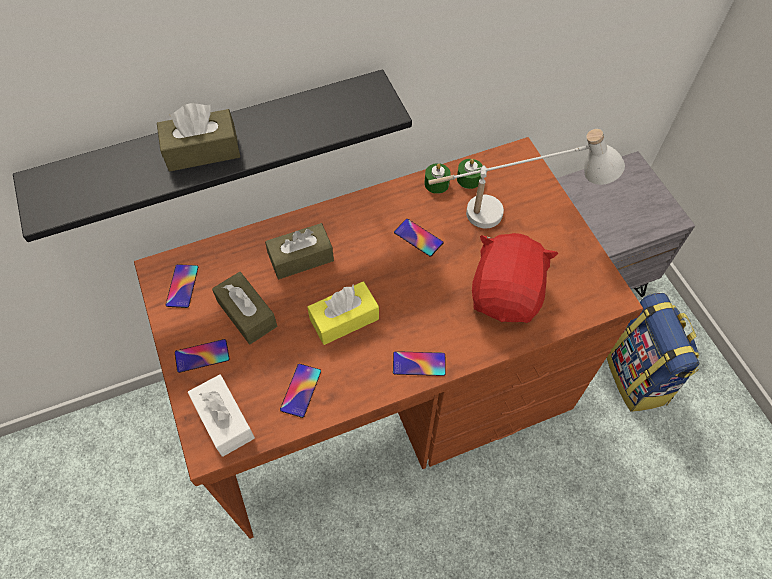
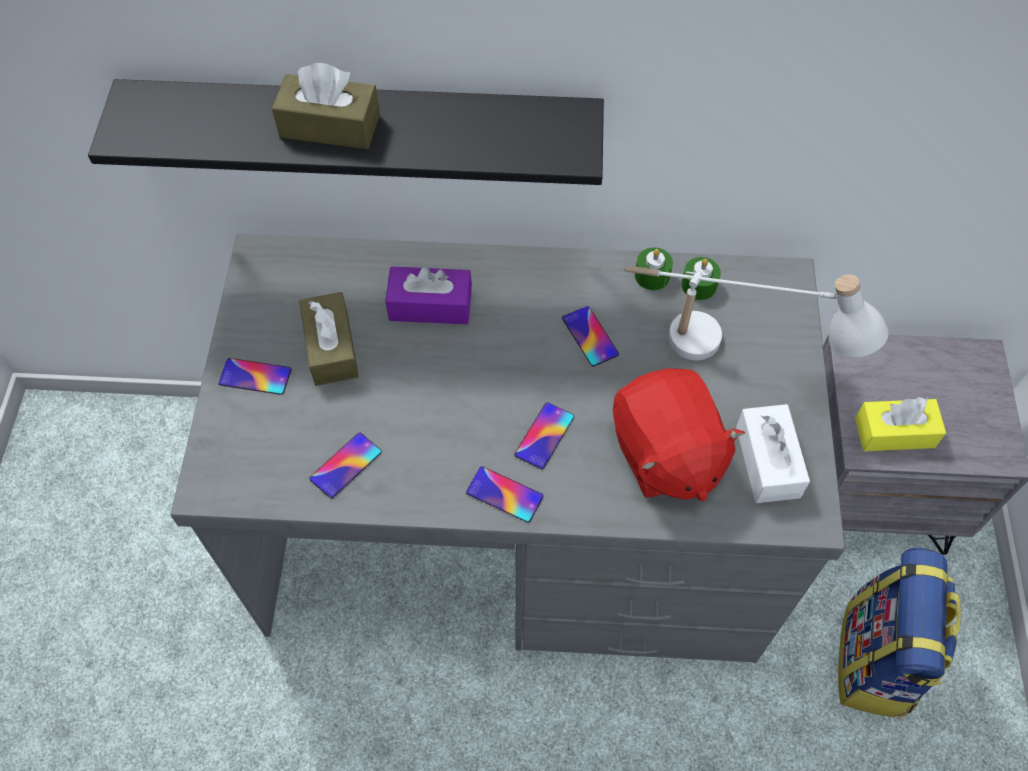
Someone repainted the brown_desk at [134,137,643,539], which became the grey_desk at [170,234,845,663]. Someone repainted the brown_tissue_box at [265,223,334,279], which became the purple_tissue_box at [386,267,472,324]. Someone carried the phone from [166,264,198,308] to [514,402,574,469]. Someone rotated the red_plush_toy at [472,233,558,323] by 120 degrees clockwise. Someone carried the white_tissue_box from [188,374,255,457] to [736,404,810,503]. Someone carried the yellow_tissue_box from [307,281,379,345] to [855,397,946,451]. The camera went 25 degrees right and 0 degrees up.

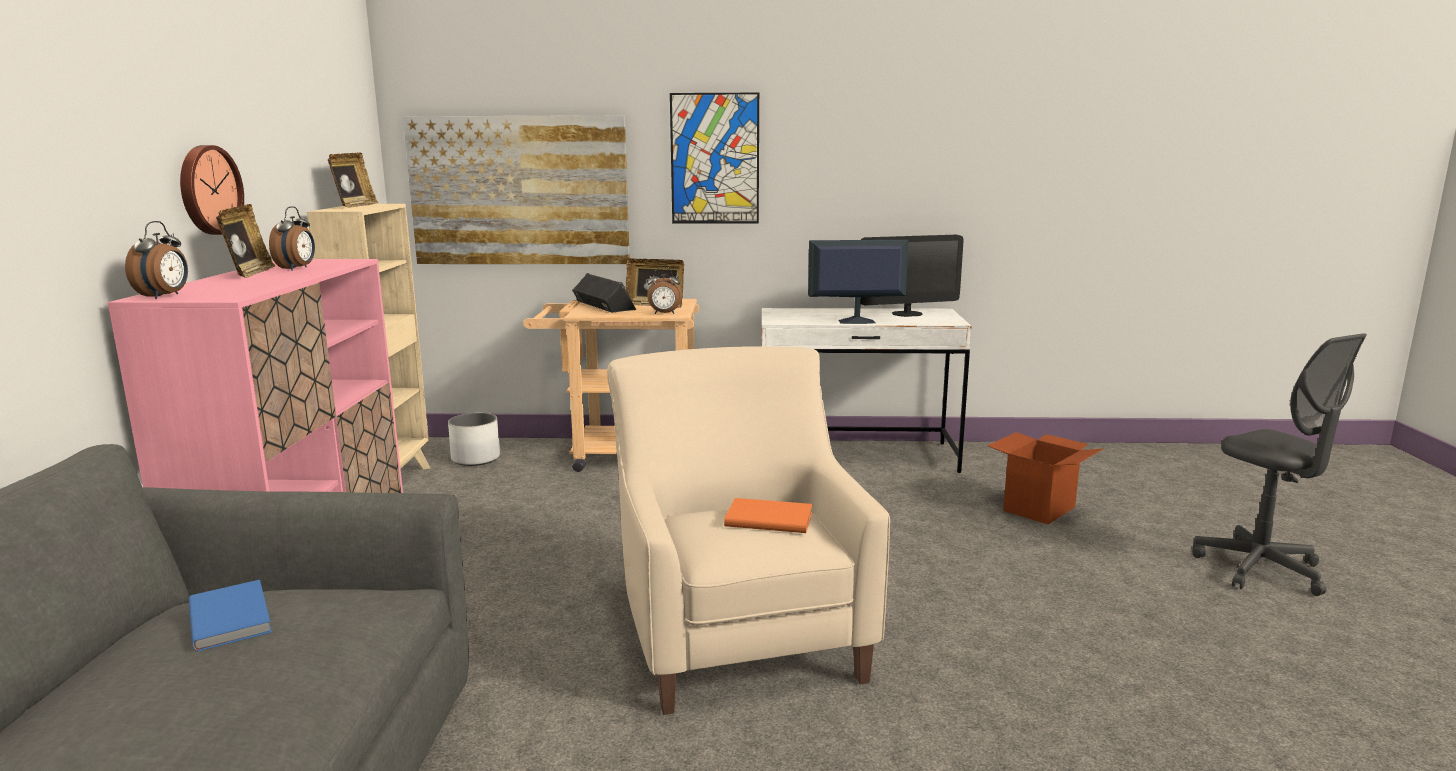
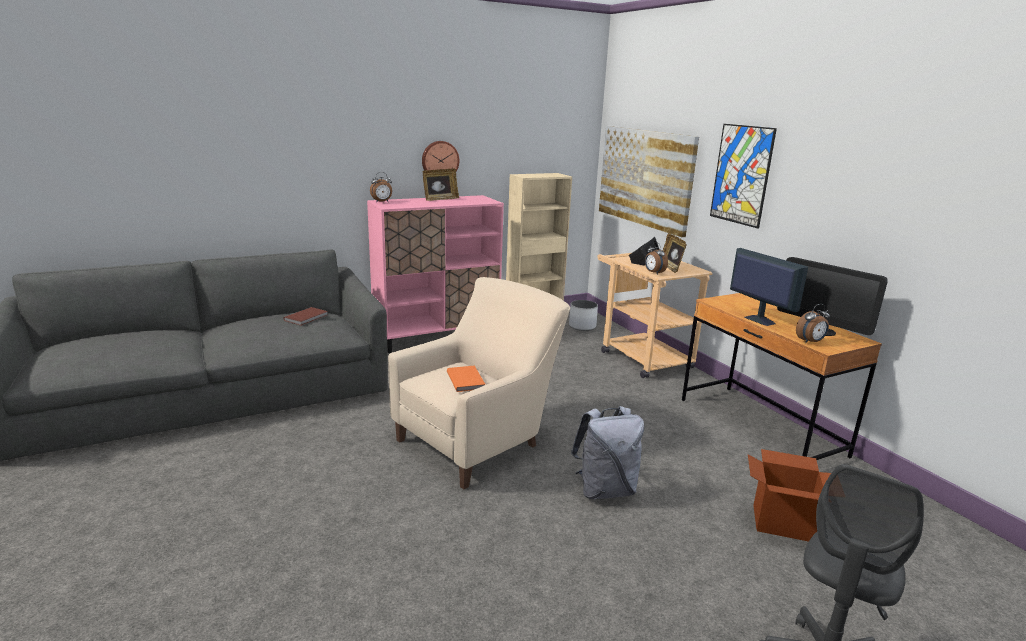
Someone repainted the blue_book at [188,580,272,652], which became the brown_book at [284,307,328,326]. Someone put down the grey_backpack at [571,406,644,499]. Someone repainted the white_desk at [761,308,972,473], which became the brown_desk at [682,293,882,460]. Someone carried the alarm_clock from [269,206,315,271] to [796,304,830,343]. Someone took away the picture_frame at [328,153,378,208]. The camera went 60 degrees right and 5 degrees up.

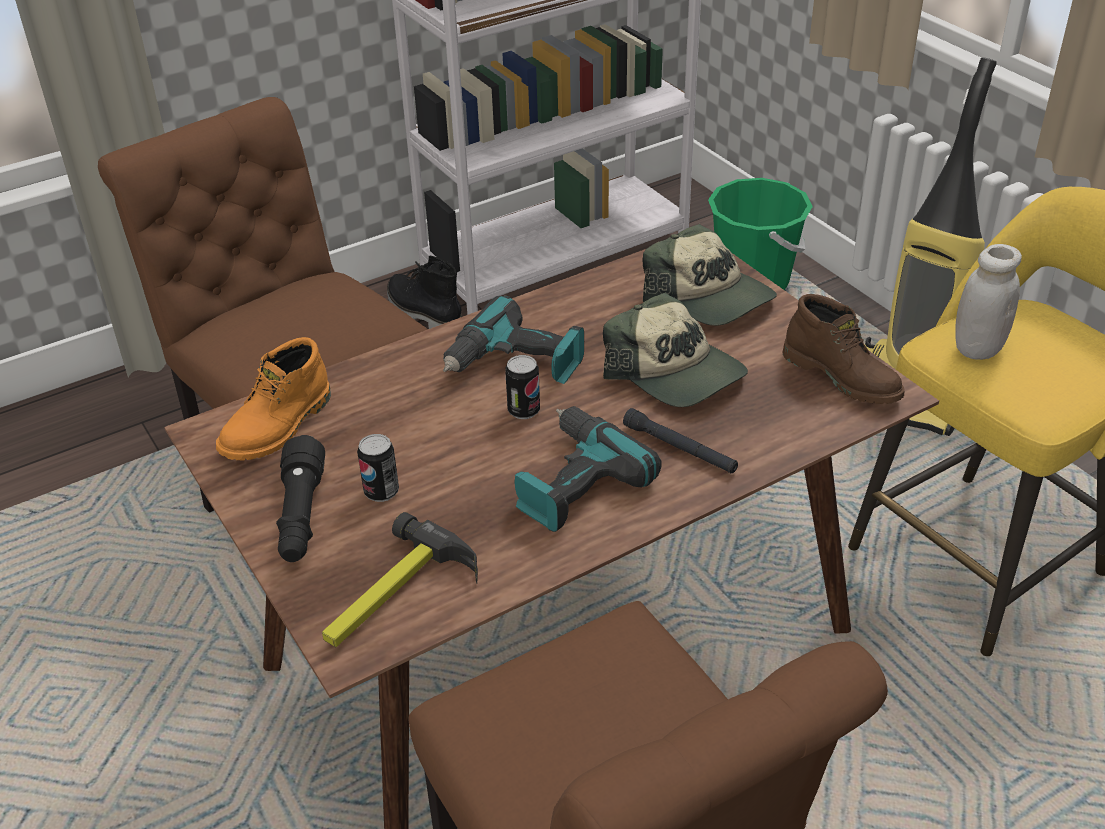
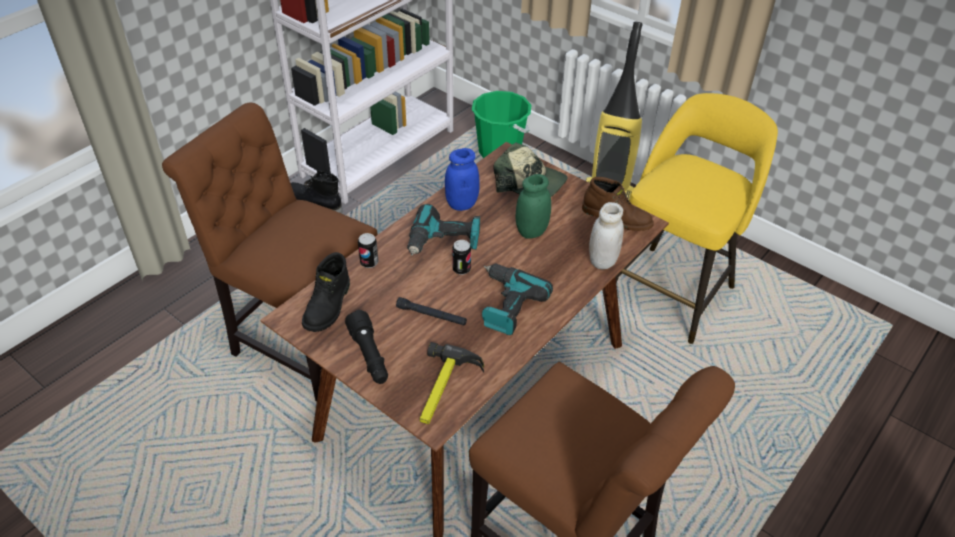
Someone repainted the orange_boot at [216,337,331,460], which became the black_boot at [302,252,350,332]. Someone carried the can from [357,434,399,502] to [358,233,378,268]. Someone carried the black_flashlight from [623,408,738,473] to [396,297,467,326]. Someone put down the blue_jar at [445,148,480,211]. Someone swapped the cap at [603,292,748,407] for the green_jar at [515,174,551,239]. Someone carried the white_jar from [955,244,1022,360] to [589,202,624,269]. The camera went 20 degrees left and 5 degrees up.

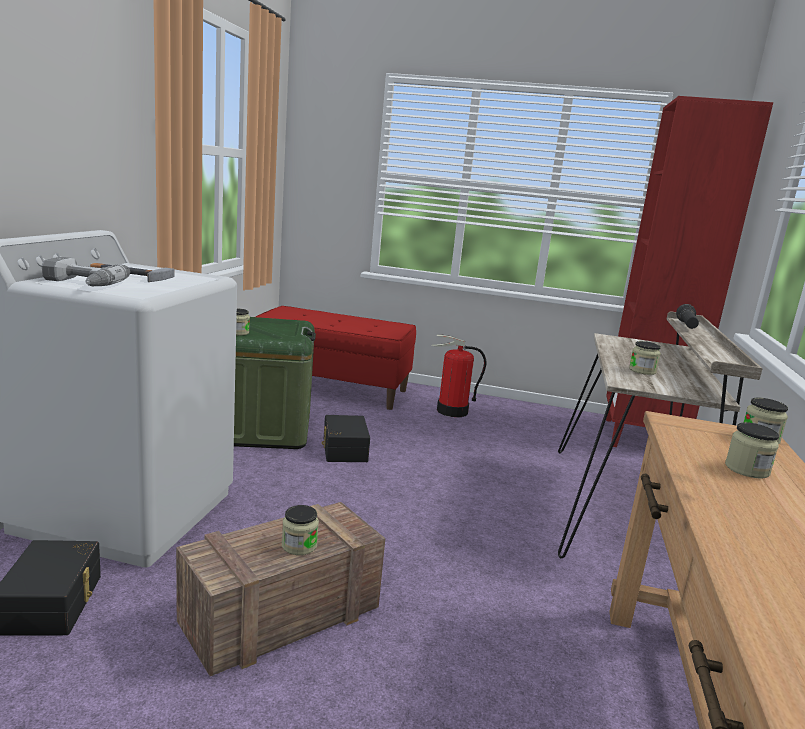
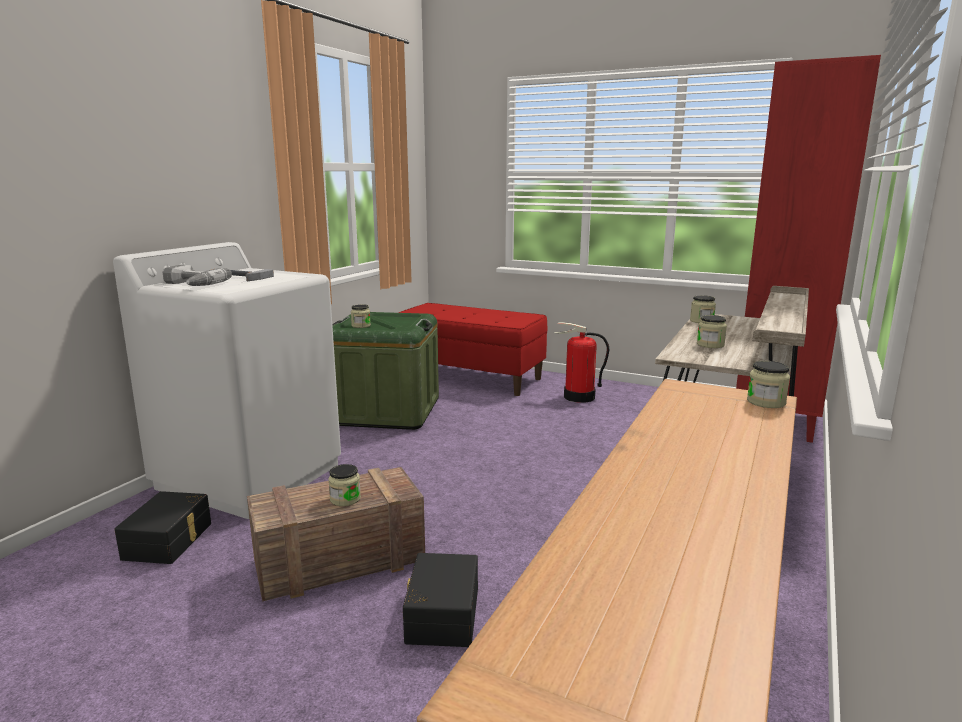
Someone carried the black_storage_box from [322,415,370,462] to [403,553,478,647]. Someone carried the jar from [725,422,779,478] to [690,295,716,323]. Someone took away the black_flashlight at [676,304,699,329]. The camera went 15 degrees right and 0 degrees up.

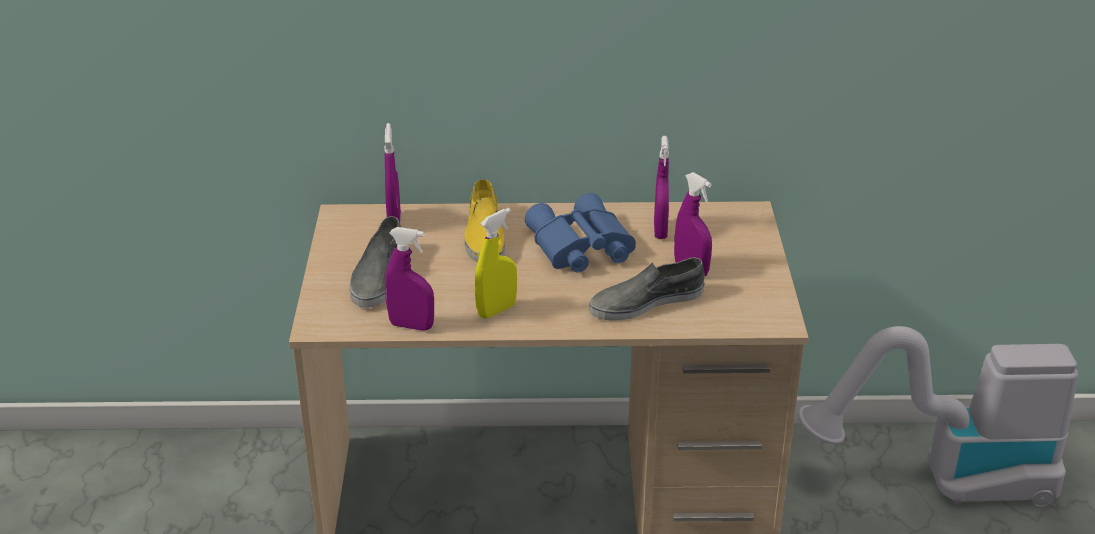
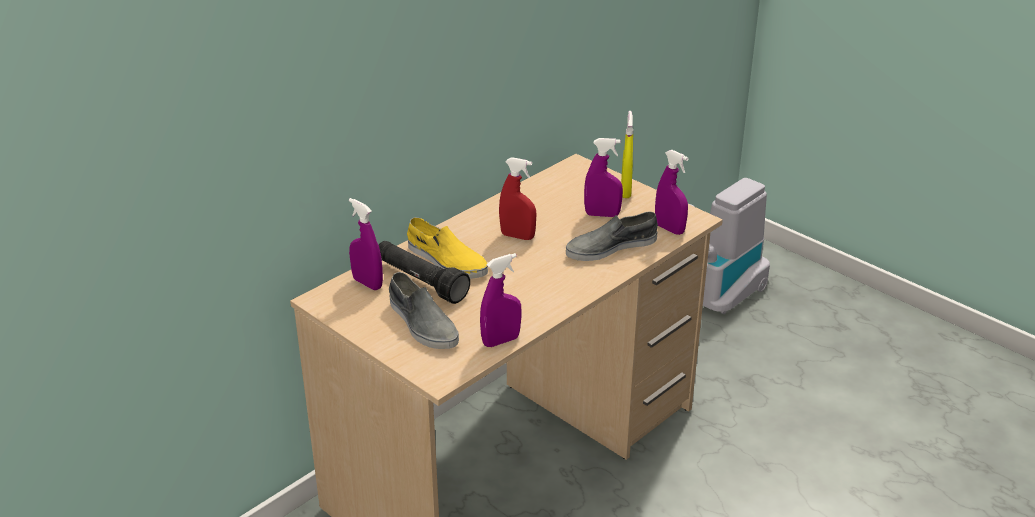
Someone put down the black_flashlight at [379,241,470,304]. Someone swapped the blue_binoculars at [525,193,636,272] for the red_spray_bottle at [499,157,536,240]. Someone rotated the grey_shoe at [589,257,705,321] by 45 degrees clockwise. Someone carried the yellow_spray_bottle from [475,208,517,319] to [621,111,633,198]. Someone carried the purple_spray_bottle from [654,136,669,239] to [655,150,689,235]. The camera went 45 degrees left and 0 degrees up.

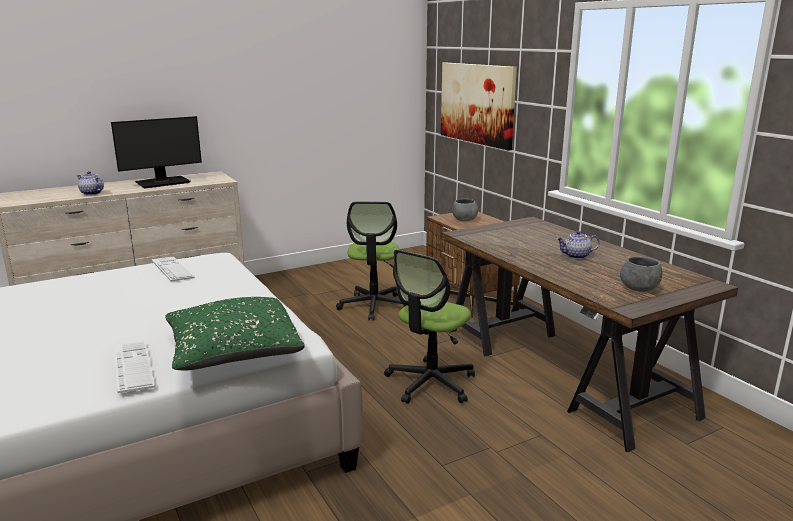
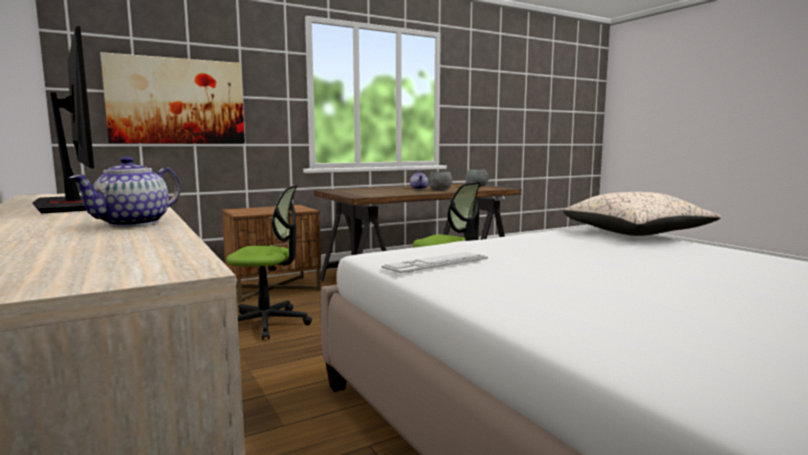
Someone carried the grey_bowl from [452,199,478,221] to [428,171,452,191]. Someone repainted the green_pillow at [165,297,305,371], which became the beige_pillow at [563,192,721,236]. Someone took away the keyboard at [113,341,155,393]. The camera went 90 degrees left and 10 degrees down.

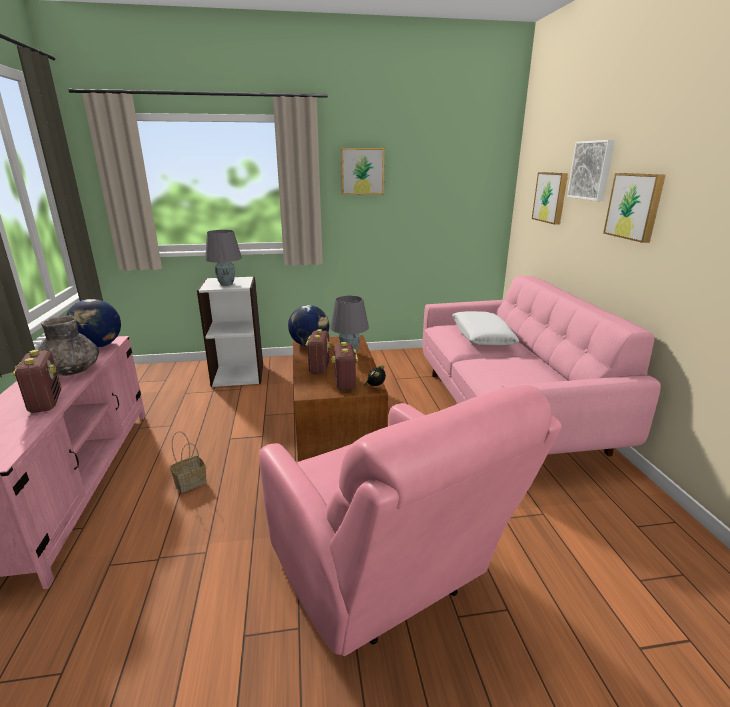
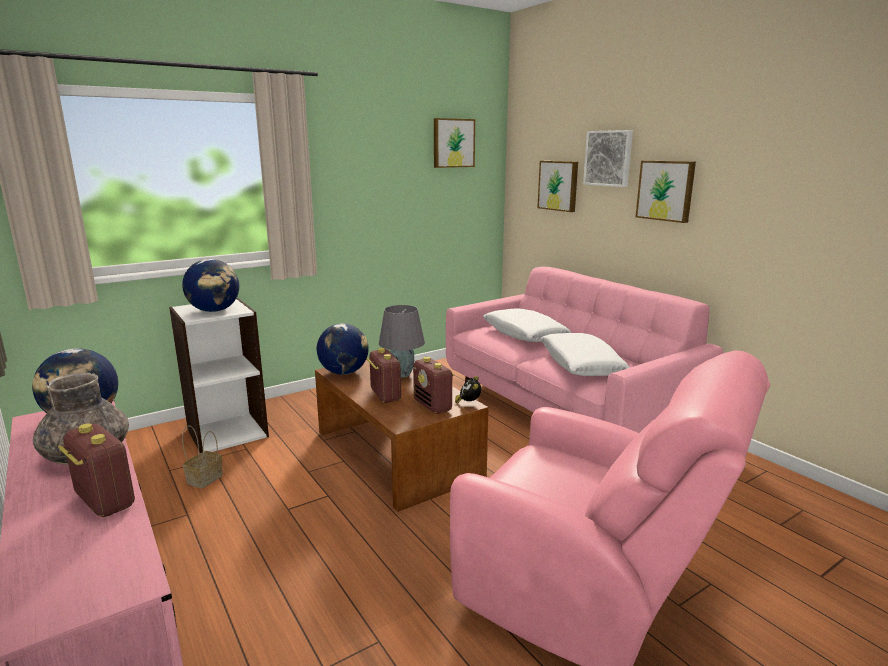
Someone swapped the grey_table_lamp at [205,230,242,286] for the globe at [182,259,239,312]. Someone carried the basket from [170,431,207,493] to [182,426,223,488]. Someone carried the picture from [341,148,385,195] to [434,118,475,168]. Someone put down the white_pillow at [540,333,630,376]. The camera went 25 degrees left and 5 degrees down.

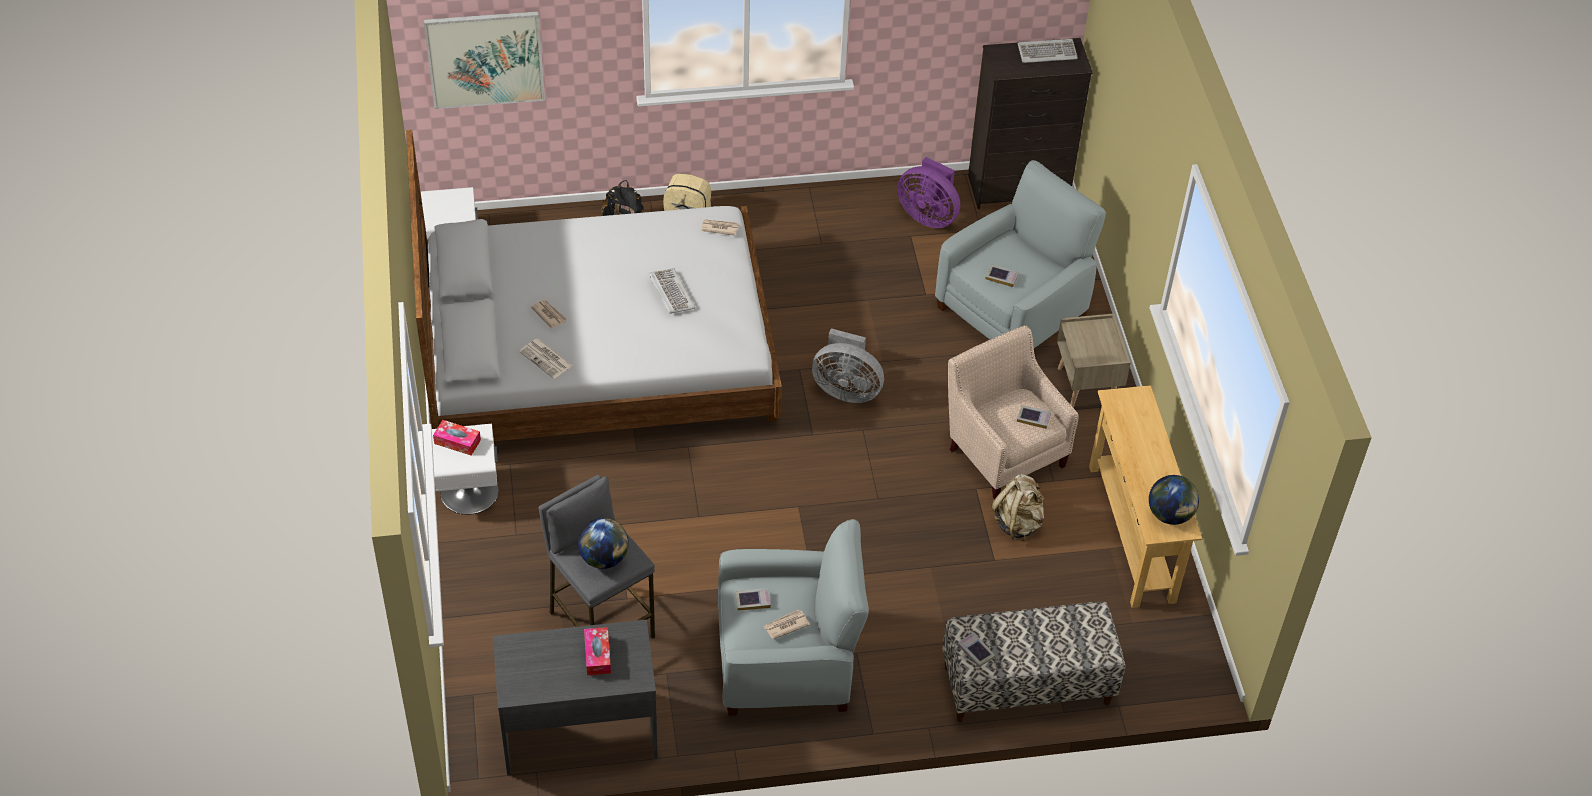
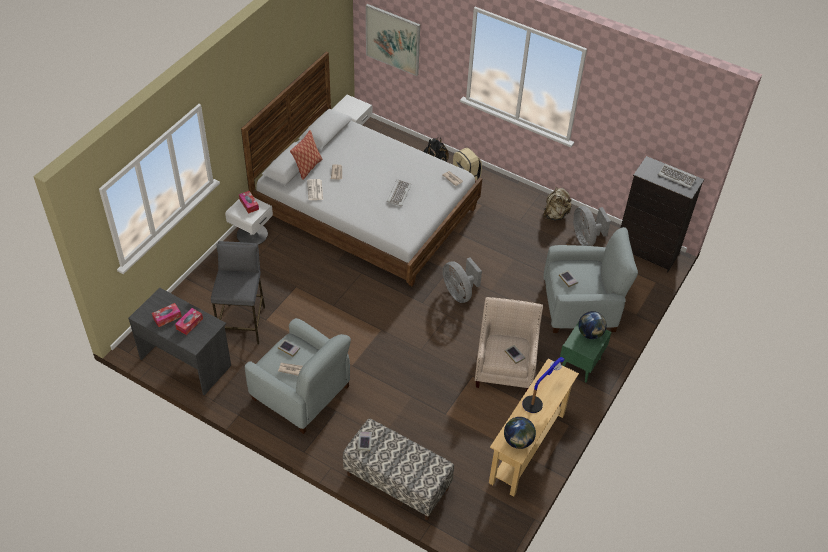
Someone put down the tissue_box at [152,303,182,327]. Someone put down the pillow at [290,130,322,180]. Someone put down the table_lamp at [522,357,565,413]. Someone carried the beige_backpack from [991,474,1044,541] to [543,187,571,220]. Someone repainted the beige_nightstand at [1057,314,1131,408], which became the green_nightstand at [560,322,612,382]. Someone repainted the purple_fan at [897,157,960,228], which became the grey_fan at [573,206,611,246]. Someone carried the globe from [578,518,629,569] to [578,311,607,339]. The camera went 40 degrees right and 0 degrees up.

